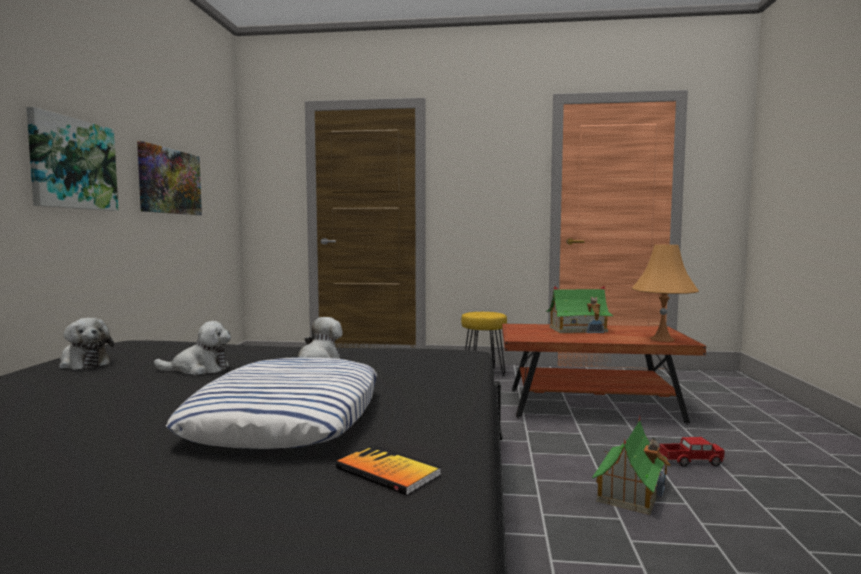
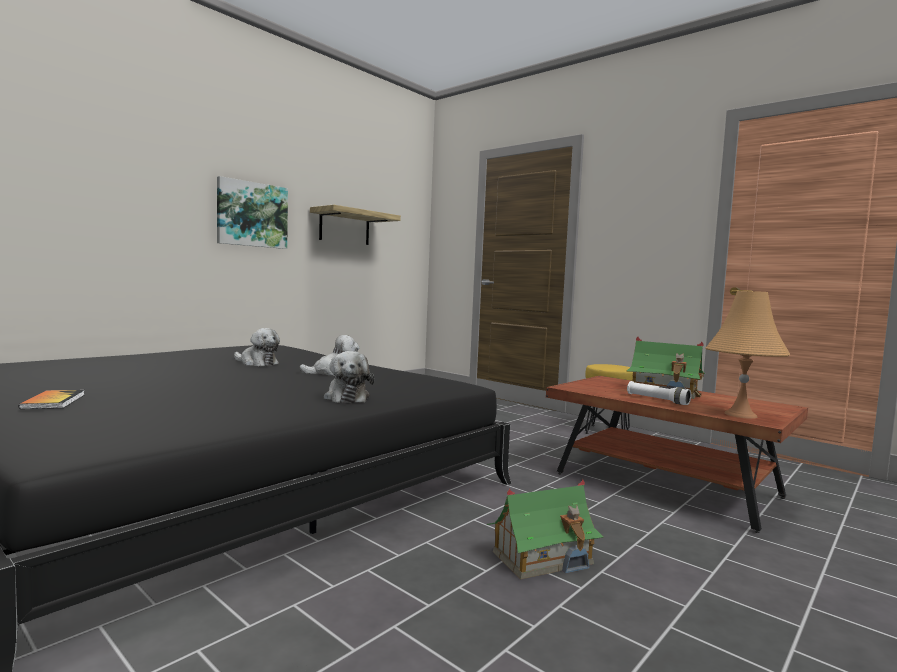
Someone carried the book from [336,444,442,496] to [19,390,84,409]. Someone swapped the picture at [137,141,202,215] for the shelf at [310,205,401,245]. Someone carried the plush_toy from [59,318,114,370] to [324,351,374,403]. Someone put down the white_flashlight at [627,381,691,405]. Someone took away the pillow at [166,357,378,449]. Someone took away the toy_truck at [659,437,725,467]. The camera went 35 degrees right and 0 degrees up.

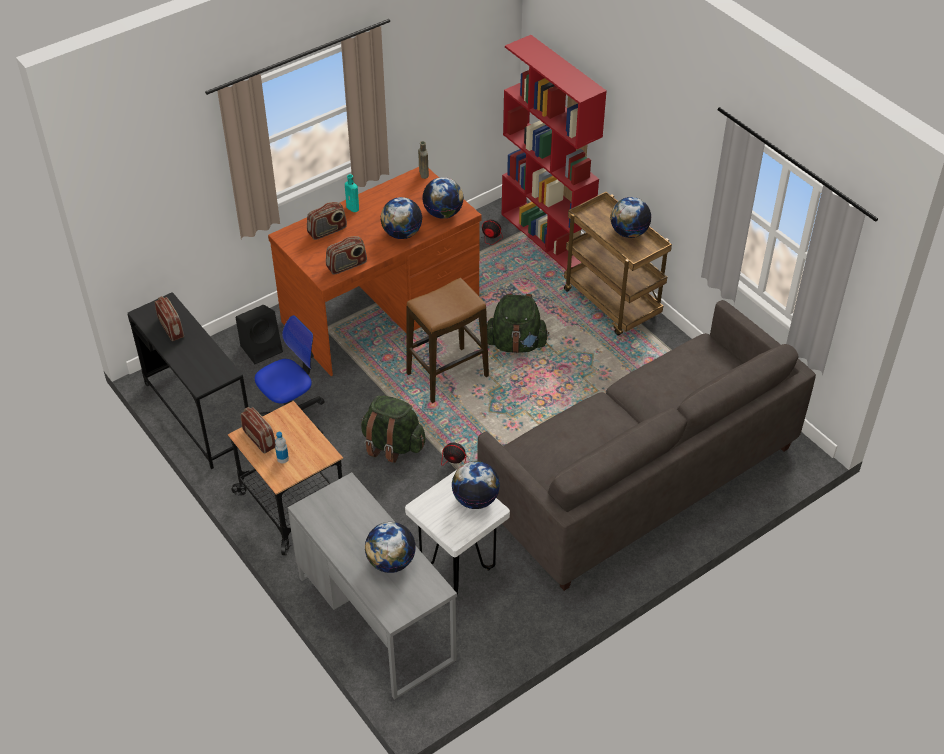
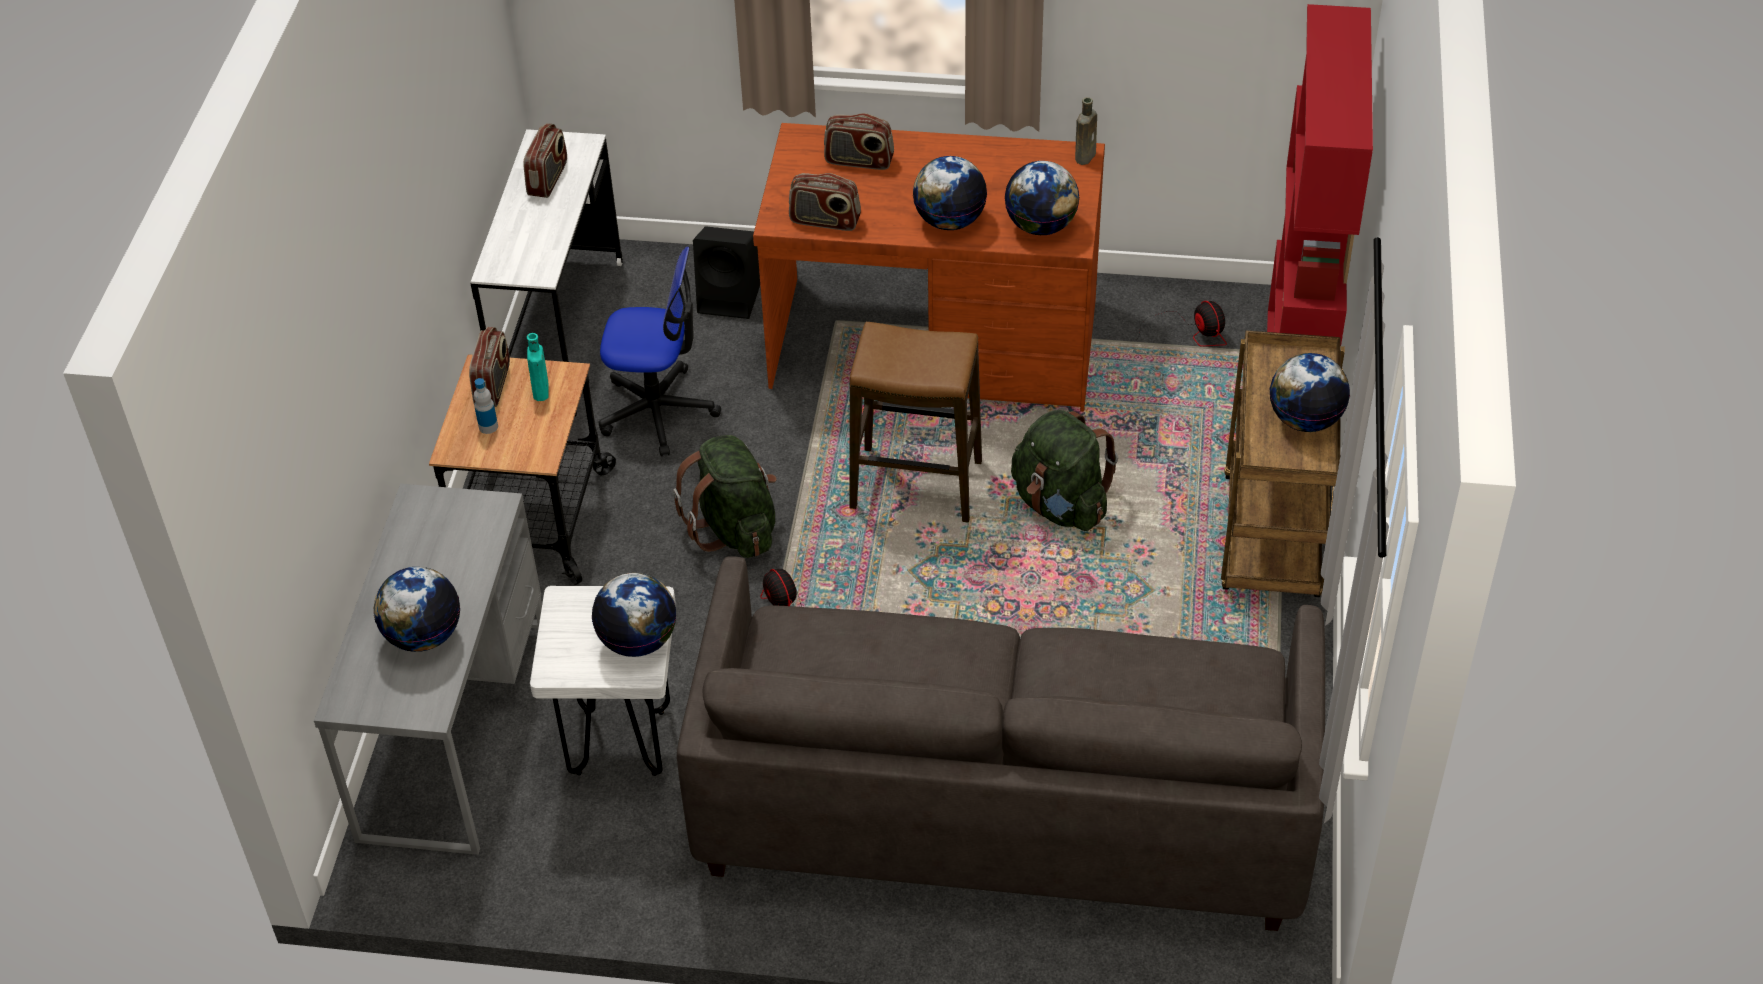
Someone repainted the black_desk at [127,292,248,469], which became the white_desk at [471,129,623,417]. Someone carried the turquoise_bottle from [345,174,359,212] to [527,333,549,401]. The camera went 45 degrees right and 0 degrees up.

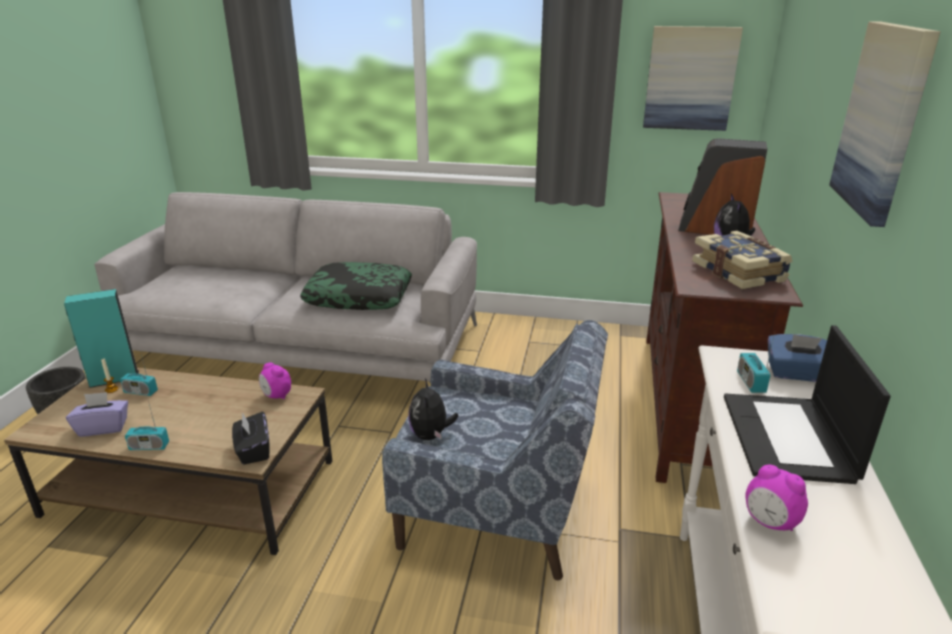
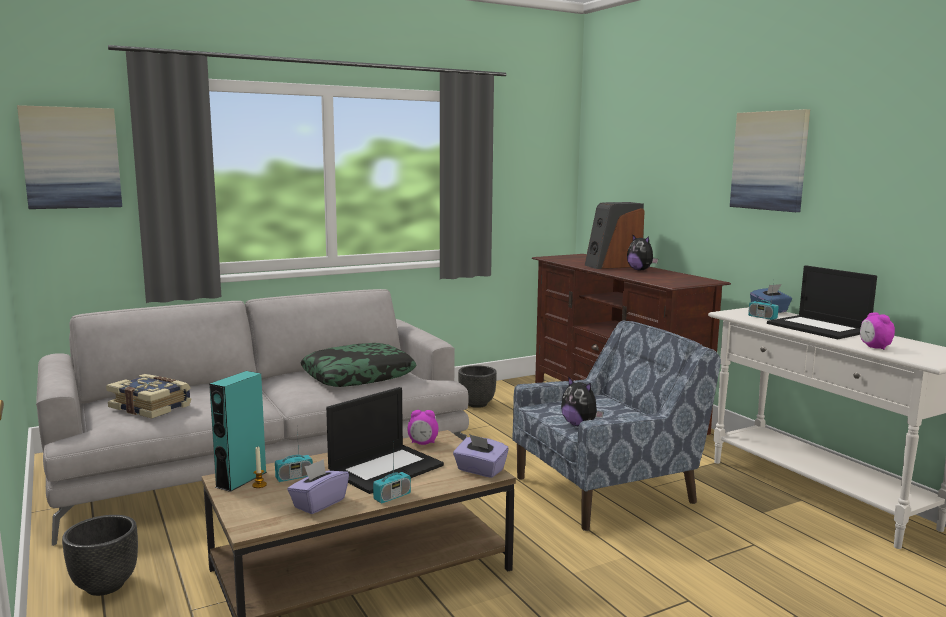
Someone carried the picture from [643,26,743,131] to [17,105,122,209]. Someone carried the book from [692,231,793,289] to [106,374,192,418]. Someone put down the laptop at [326,387,444,494]. Someone repainted the black_tissue_box at [232,412,270,465], which became the purple_tissue_box at [453,434,509,478]. Someone put down the black_planter at [458,365,497,408]. Someone rotated the alarm_clock at [745,465,808,531] by 75 degrees clockwise. The camera went 40 degrees left and 15 degrees down.

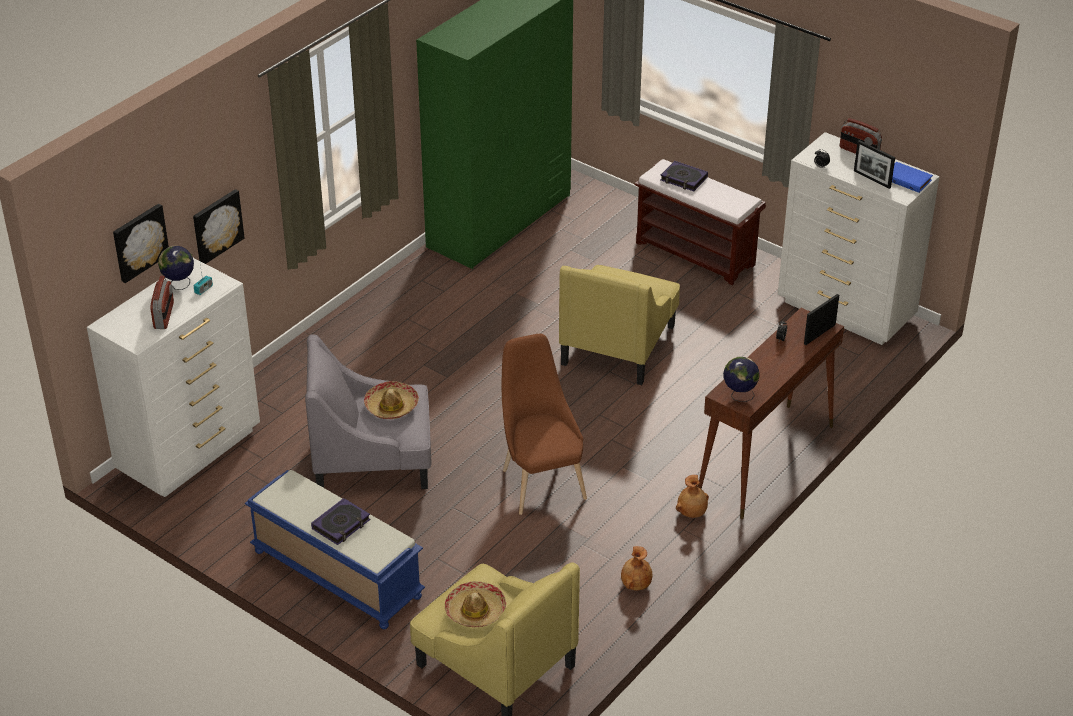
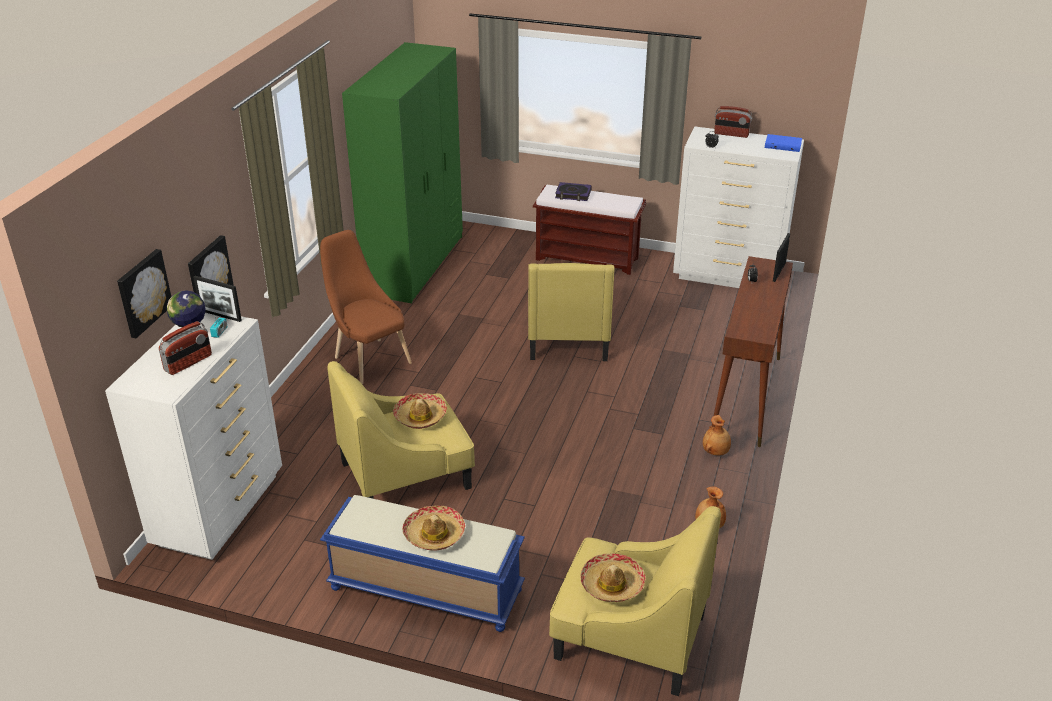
Someone rotated the radio at [150,275,174,329] by 60 degrees clockwise. Someone carried the picture_frame from [854,140,895,189] to [193,276,242,322]. Someone carried the brown_chair from [502,334,587,515] to [320,230,412,384]. Someone repainted the grey_armchair at [305,334,432,489], which became the yellow_armchair at [327,361,475,499]. Someone swapped the book at [311,498,370,545] for the hat at [402,506,465,551]. Someone took away the globe at [723,357,760,402]. The camera went 20 degrees left and 5 degrees down.

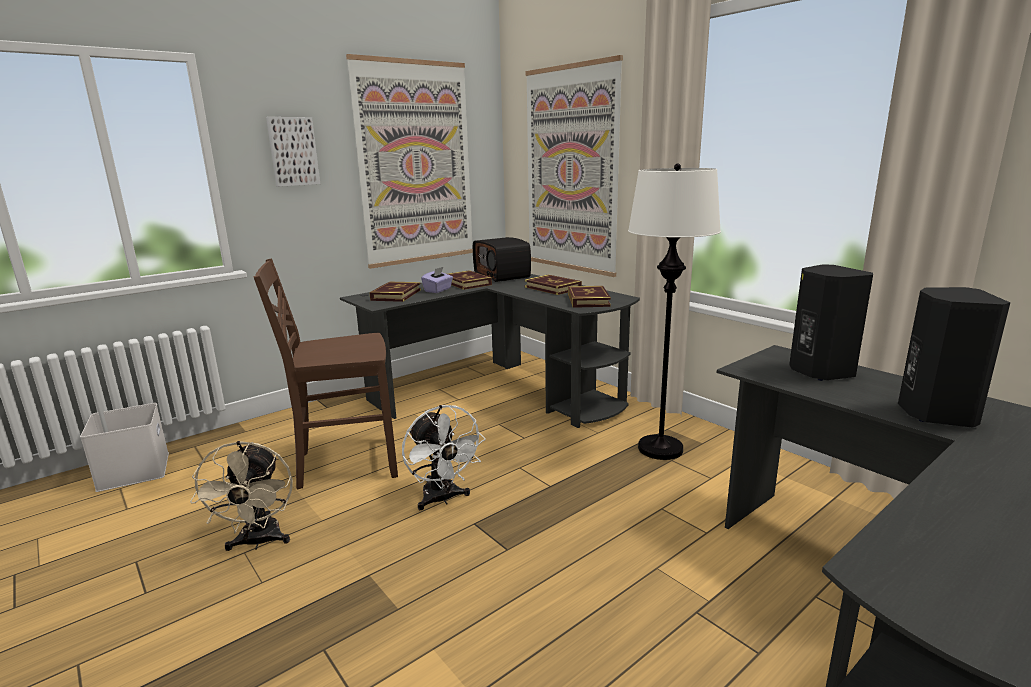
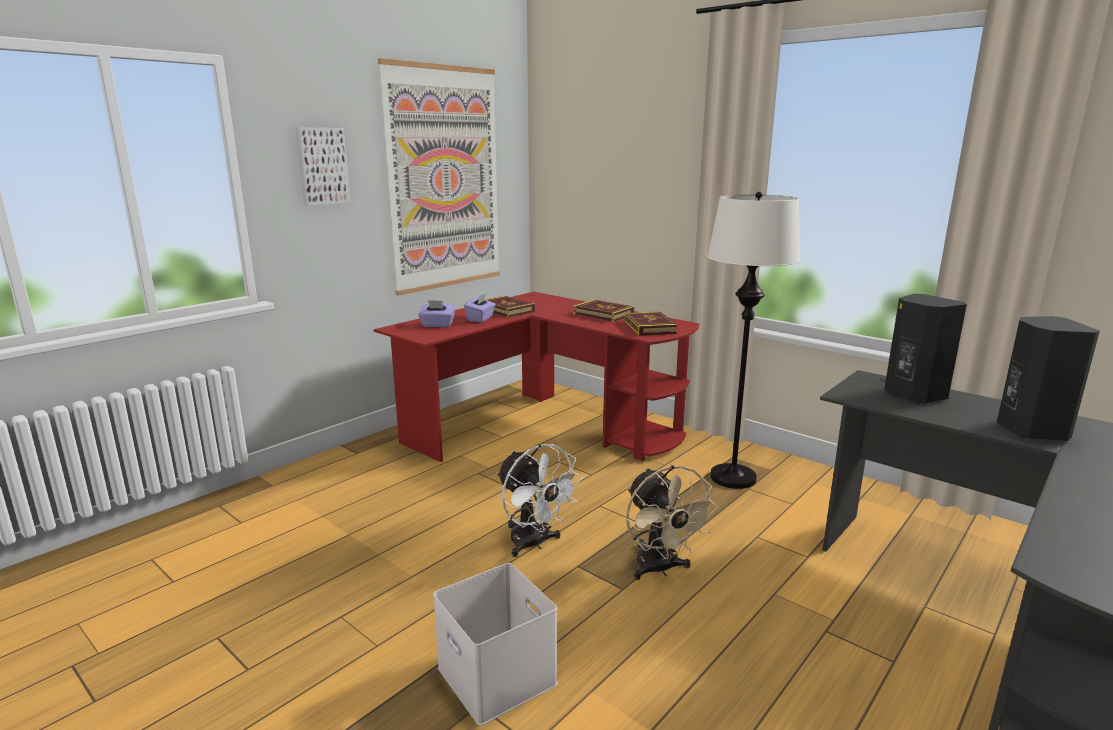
Someone repainted the black_desk at [340,274,640,428], which became the red_desk at [374,292,699,462]. Someone swapped the book at [369,282,421,302] for the purple_tissue_box at [418,300,455,327]. Someone carried the white_storage_box from [80,403,169,492] to [433,563,558,725]. Someone carried the beige_fan from [190,441,293,551] to [626,465,719,580]. Someone took away the brown_chair at [253,258,398,489]. Someone took away the radio at [473,237,531,282]. Someone took away the picture at [525,55,623,277]. The camera went 10 degrees left and 0 degrees up.

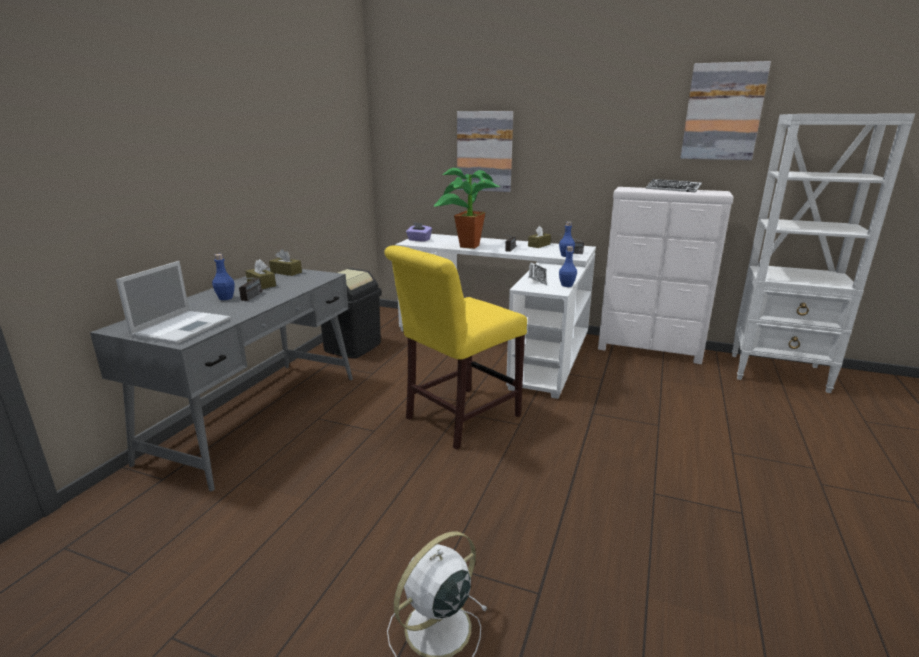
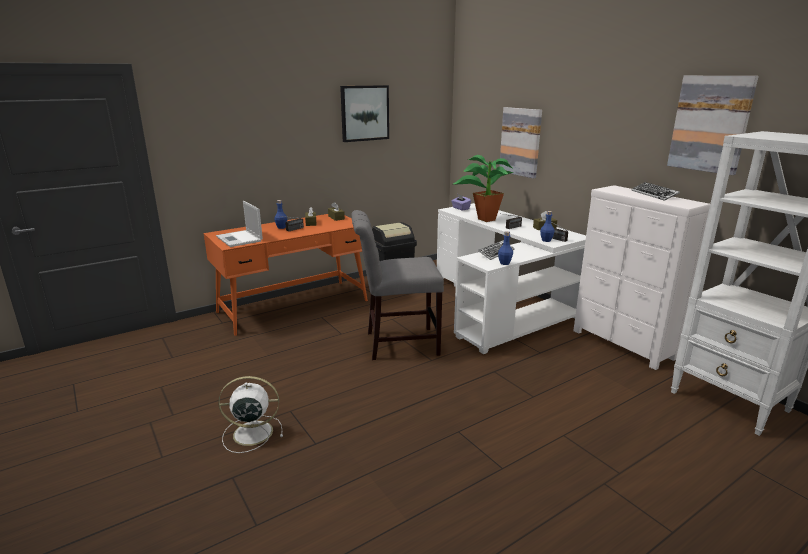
Someone repainted the grey_desk at [90,268,353,491], which became the orange_desk at [204,214,368,336]. Someone rotated the laptop at [116,261,231,344] by 90 degrees clockwise. Someone put up the picture at [340,85,389,142]. Someone repainted the yellow_chair at [384,245,527,450], which became the grey_chair at [351,210,444,360]. The camera went 35 degrees right and 0 degrees up.

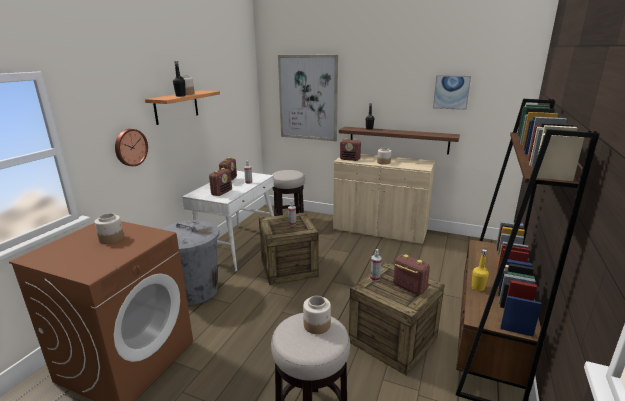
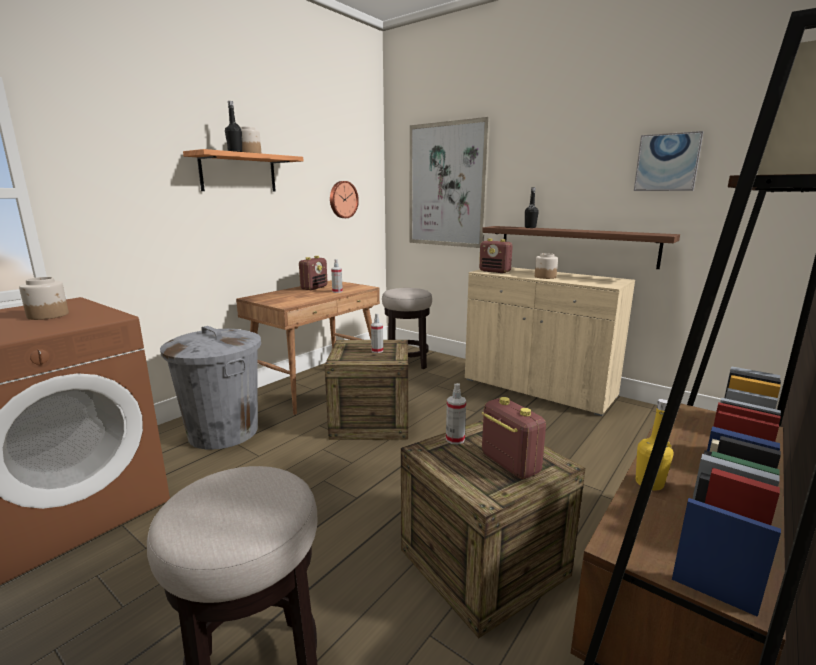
Someone repainted the white_desk at [182,171,274,272], which became the brown_desk at [236,280,380,415]. Someone carried the wall_clock from [115,129,148,166] to [330,181,359,218]. Someone took away the radio at [209,168,232,196]. Someone took away the jar at [303,296,331,334]. The camera went 15 degrees right and 5 degrees down.

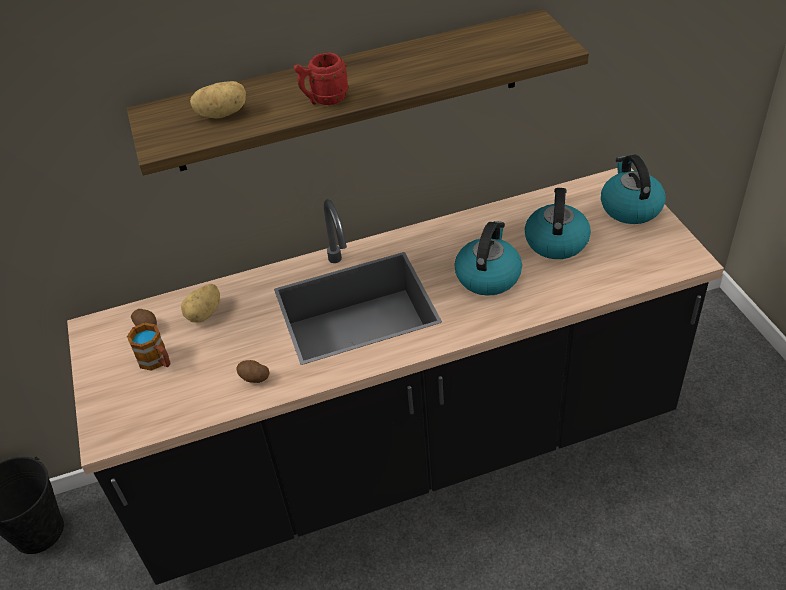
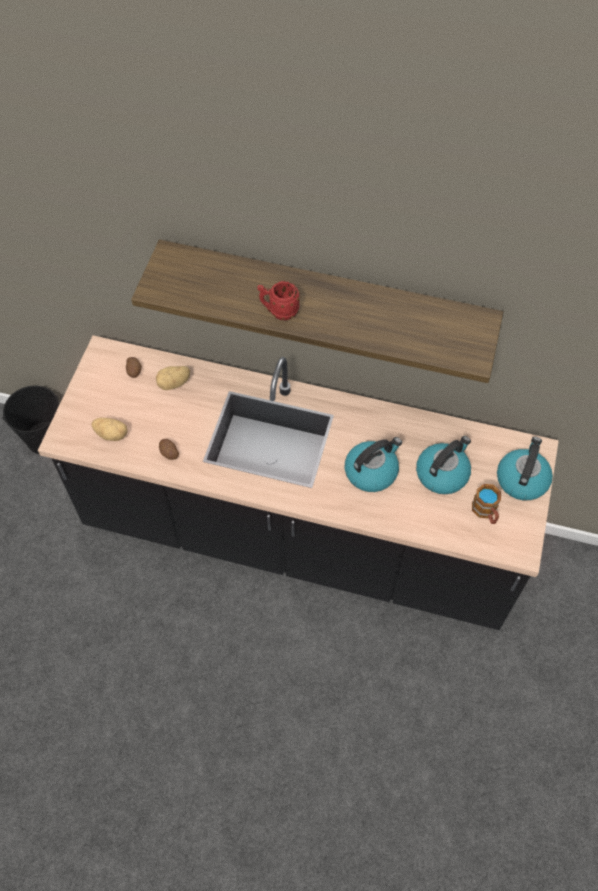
Someone carried the potato from [190,81,246,118] to [91,418,128,441]. Someone carried the mug from [127,323,170,371] to [472,484,501,524]. The camera went 30 degrees right and 15 degrees up.

